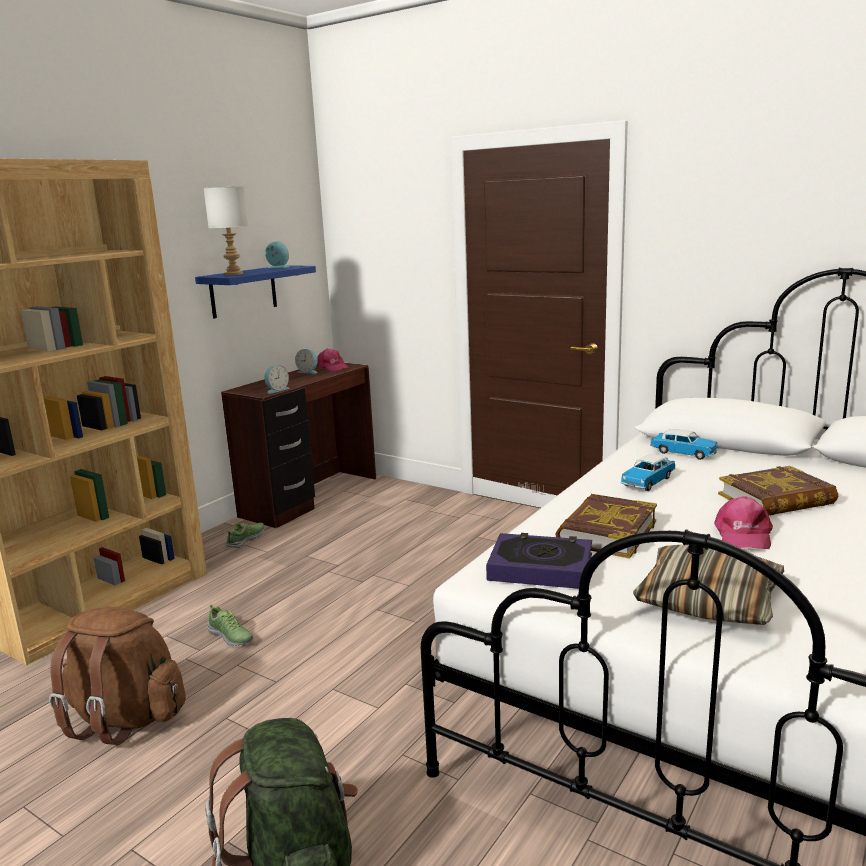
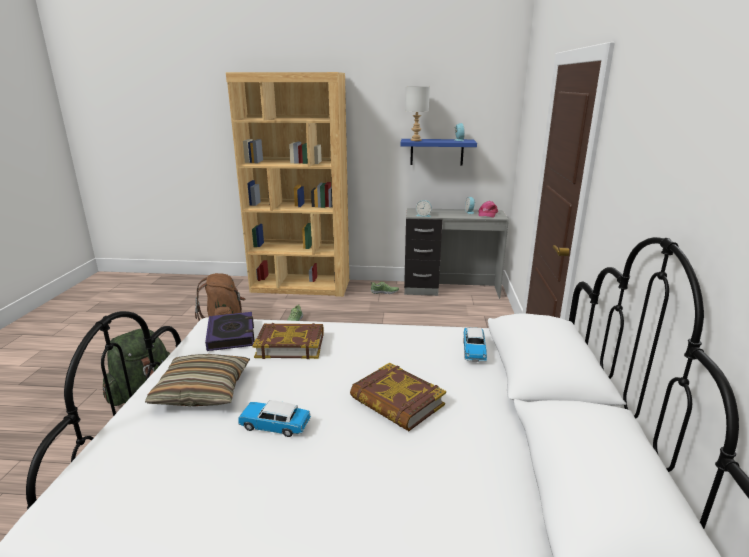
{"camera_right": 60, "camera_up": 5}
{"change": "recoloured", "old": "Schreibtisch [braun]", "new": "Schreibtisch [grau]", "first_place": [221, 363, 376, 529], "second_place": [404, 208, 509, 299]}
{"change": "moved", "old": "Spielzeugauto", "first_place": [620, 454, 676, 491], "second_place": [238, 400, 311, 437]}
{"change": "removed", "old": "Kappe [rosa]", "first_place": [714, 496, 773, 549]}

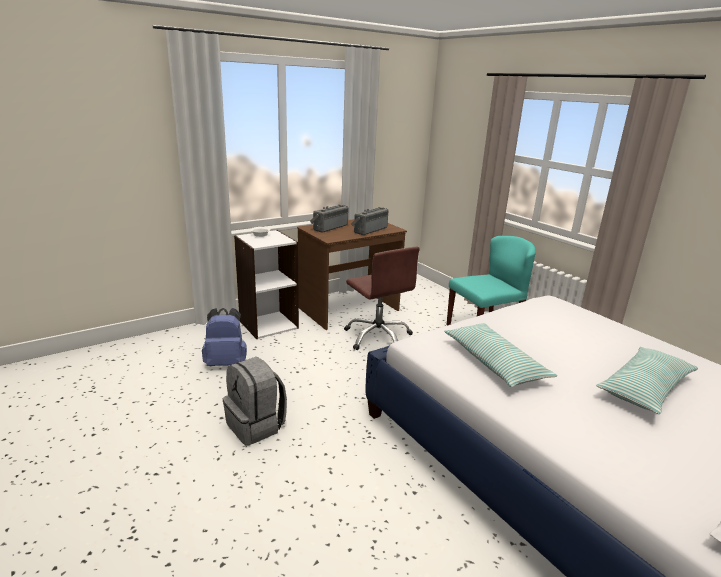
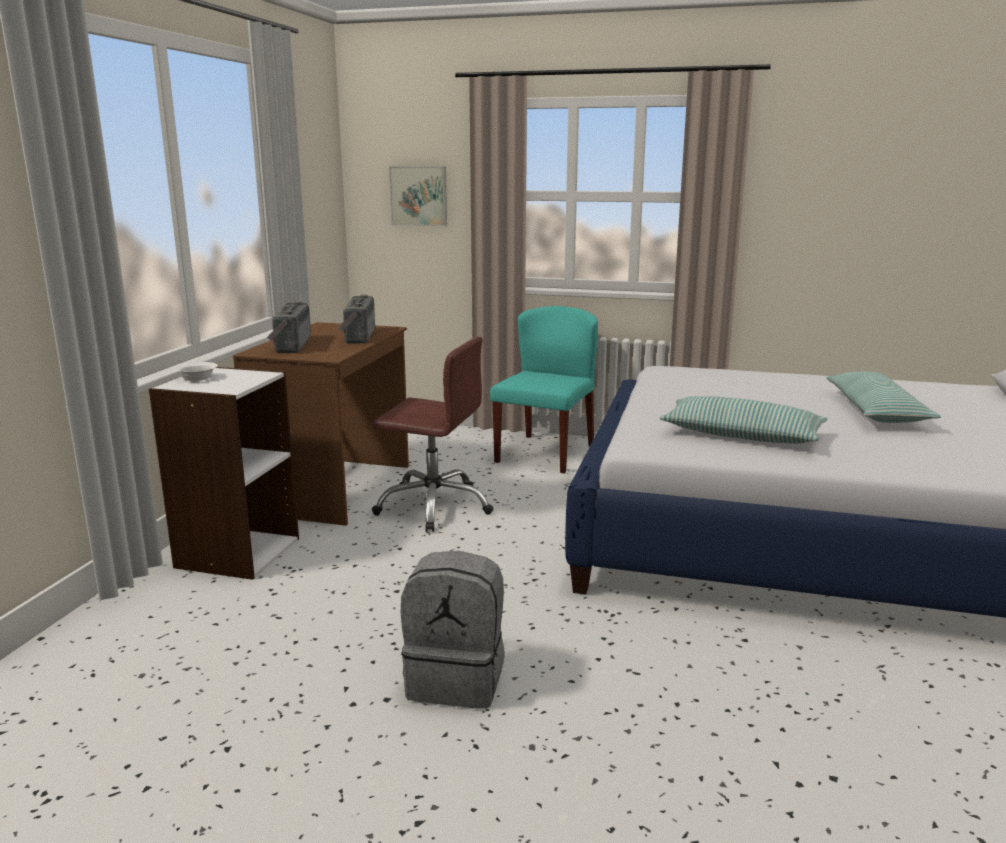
{"camera_right": -40, "camera_up": -5}
{"change": "removed", "old": "Rucksack [blau]", "first_place": [202, 308, 247, 366]}
{"change": "added", "new": "Bild", "second_place": [389, 166, 447, 226]}

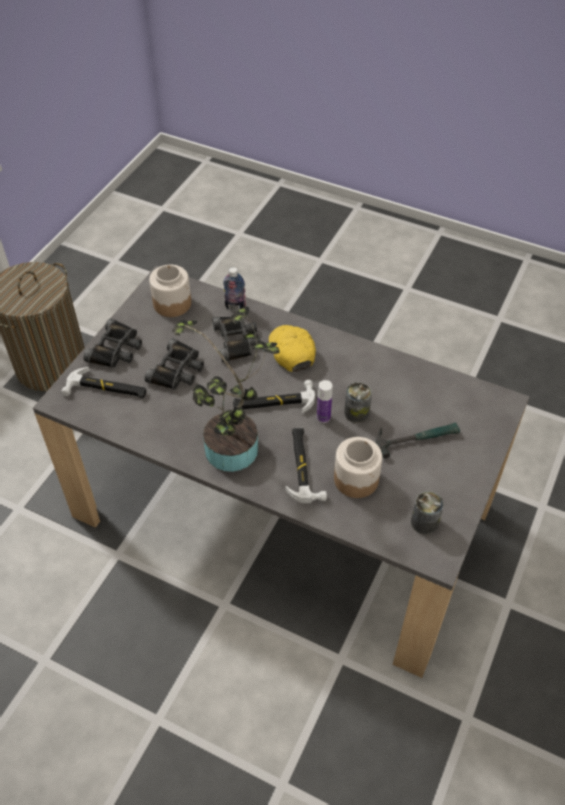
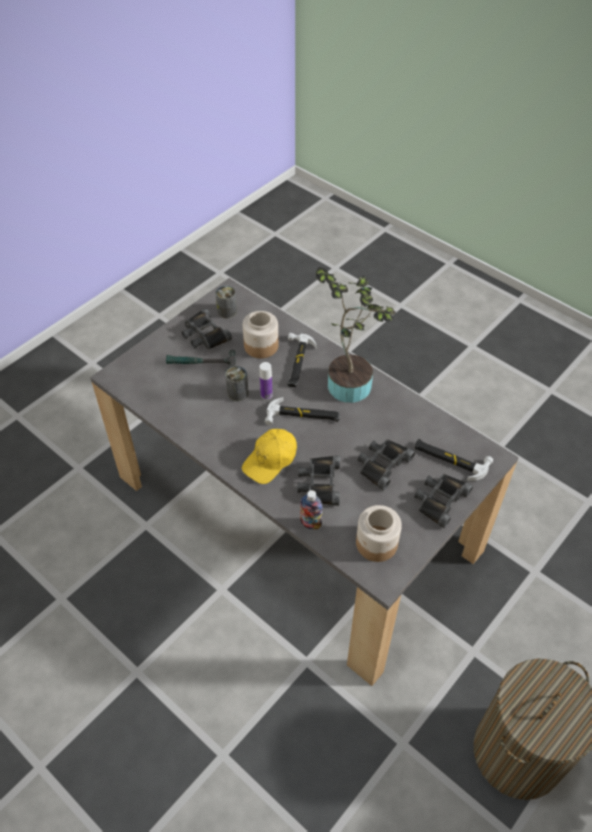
{"camera_right": -165, "camera_up": 0}
{"change": "turned", "old": "Kappe [gelb]", "first_place": [269, 325, 316, 372], "second_place": [242, 429, 297, 484], "degrees": 45}
{"change": "added", "new": "Fernglas [schwarz]", "second_place": [182, 308, 232, 350]}

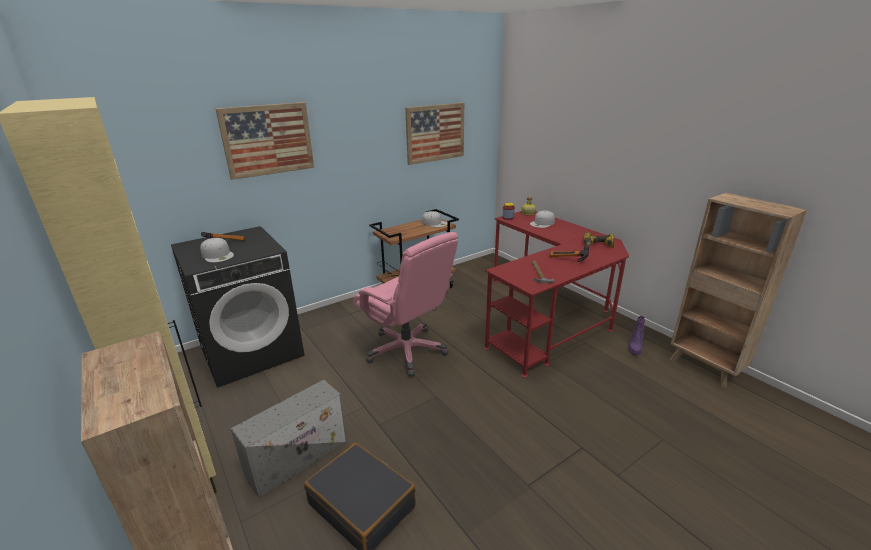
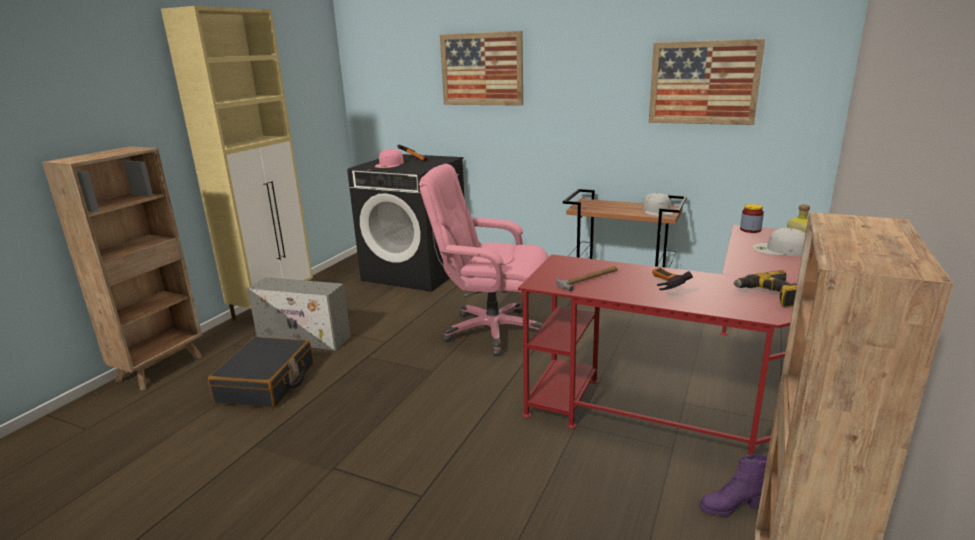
{"camera_right": 60, "camera_up": -5}
{"change": "turned", "old": "Bürostuhl [rosa]", "first_place": [353, 232, 458, 377], "second_place": [419, 164, 549, 356], "degrees": 90}
{"change": "recoloured", "old": "Kappe [weiß]", "new": "Kappe [rosa]", "first_place": [200, 238, 234, 263], "second_place": [375, 149, 404, 168]}

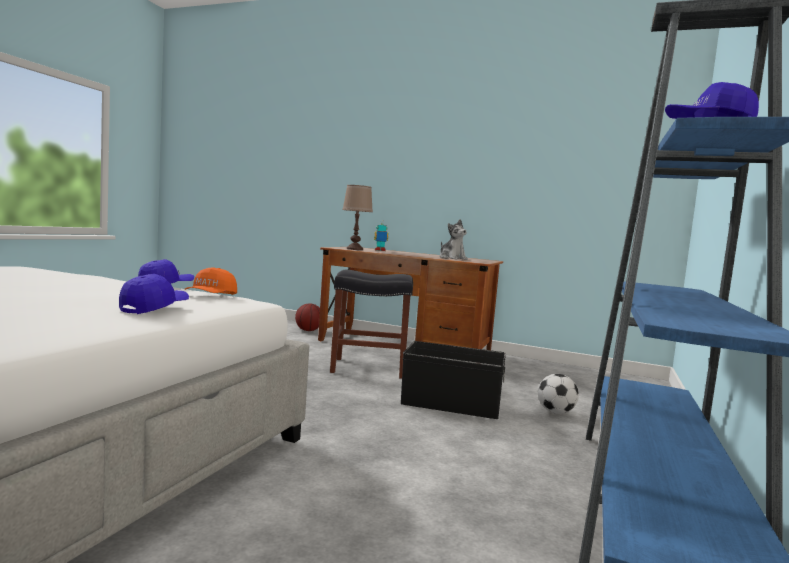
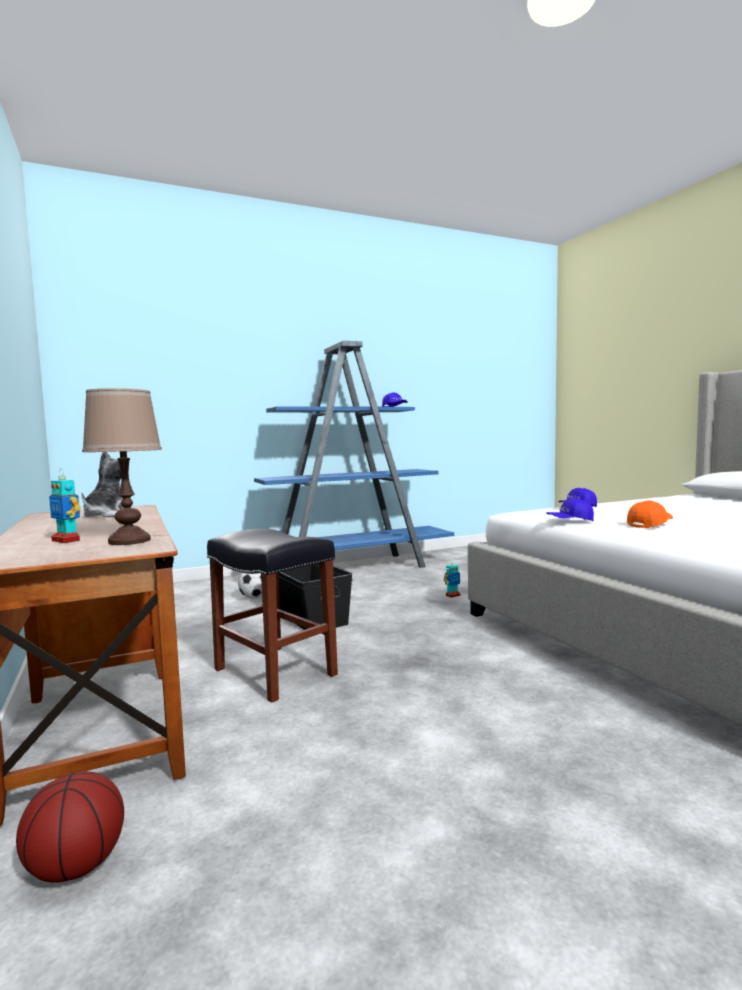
{"camera_right": -135, "camera_up": 0}
{"change": "moved", "old": "Kappe [orange]", "first_place": [184, 267, 237, 295], "second_place": [627, 500, 673, 528]}
{"change": "added", "new": "Spielzeugroboter", "second_place": [443, 559, 461, 598]}

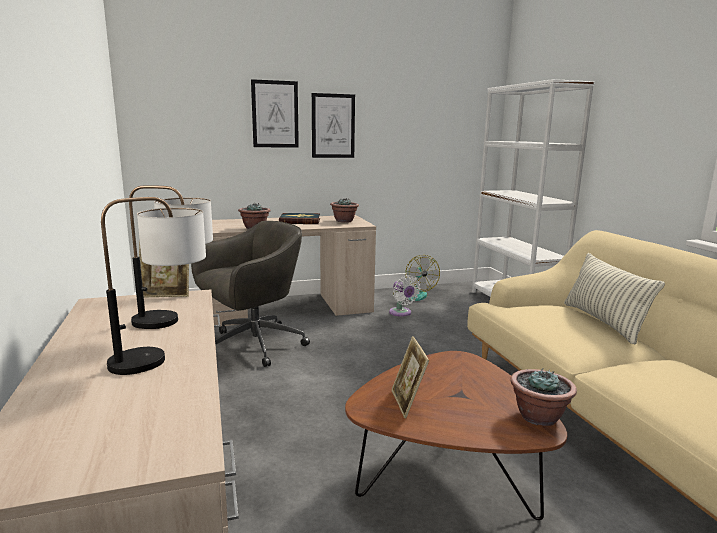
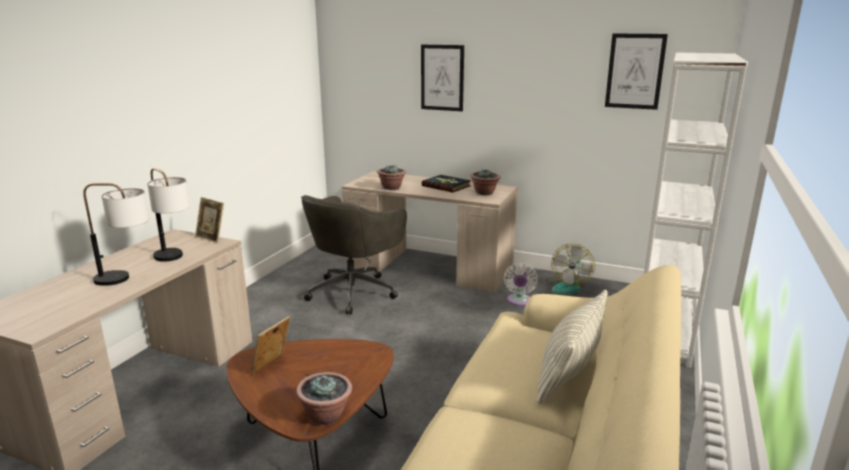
{"camera_right": 40, "camera_up": 5}
{"change": "moved", "old": "Bild", "first_place": [312, 93, 355, 158], "second_place": [605, 34, 668, 110]}
{"change": "turned", "old": "Bürostuhl [grau]", "first_place": [191, 221, 310, 367], "second_place": [301, 195, 407, 314], "degrees": 120}

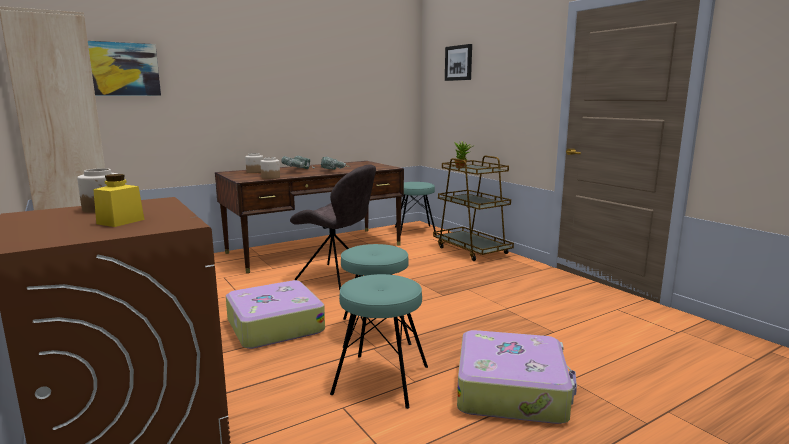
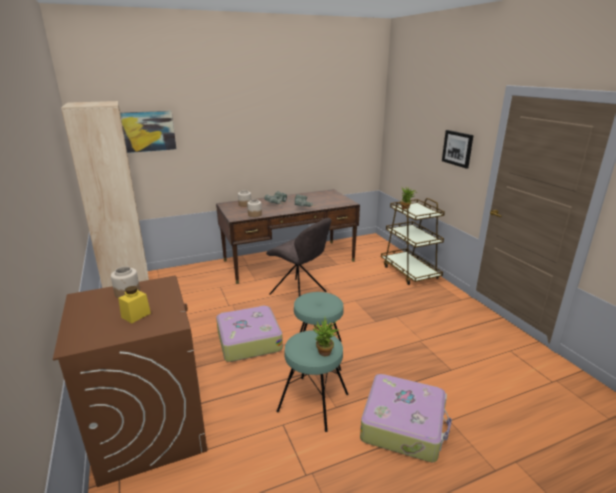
{"camera_right": 10, "camera_up": 10}
{"change": "moved", "old": "Bild", "first_place": [445, 44, 472, 81], "second_place": [442, 130, 474, 169]}
{"change": "removed", "old": "Hocker [türkis]", "first_place": [395, 182, 437, 235]}
{"change": "added", "new": "Topfpflanze", "second_place": [313, 317, 340, 356]}

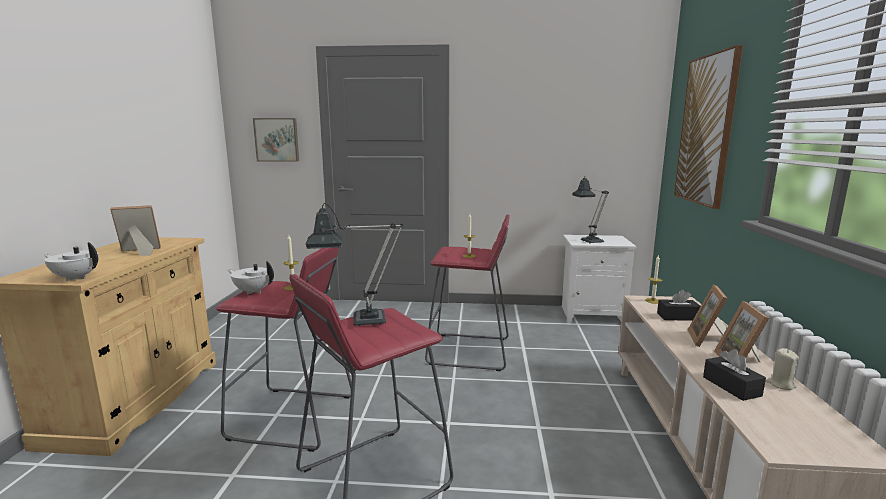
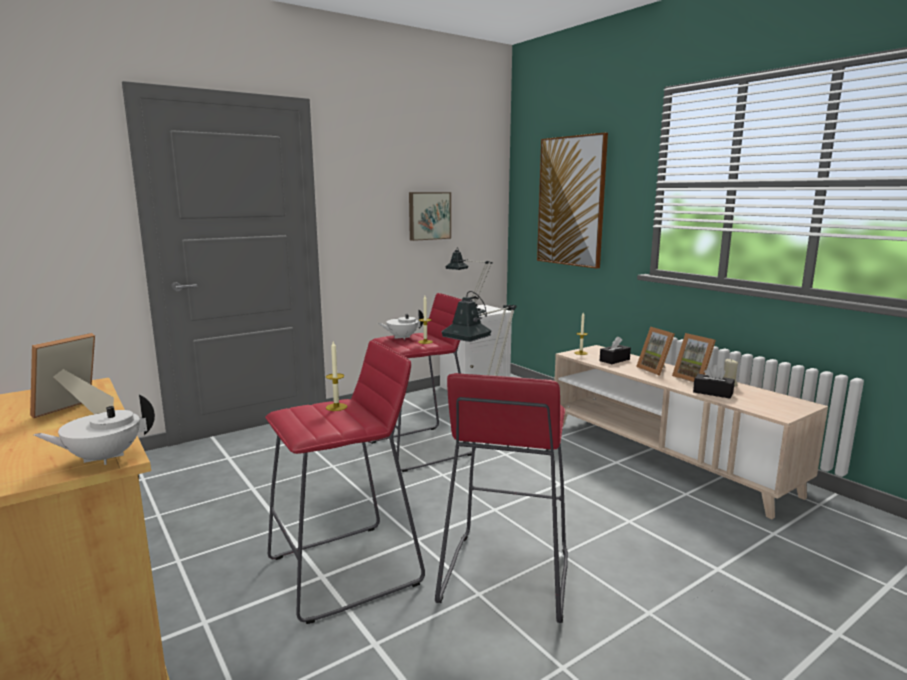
{"camera_right": -40, "camera_up": 0}
{"change": "moved", "old": "Bild", "first_place": [253, 118, 299, 162], "second_place": [409, 192, 451, 241]}
{"change": "moved", "old": "Teekanne [weiß]", "first_place": [228, 261, 274, 295], "second_place": [378, 309, 424, 340]}

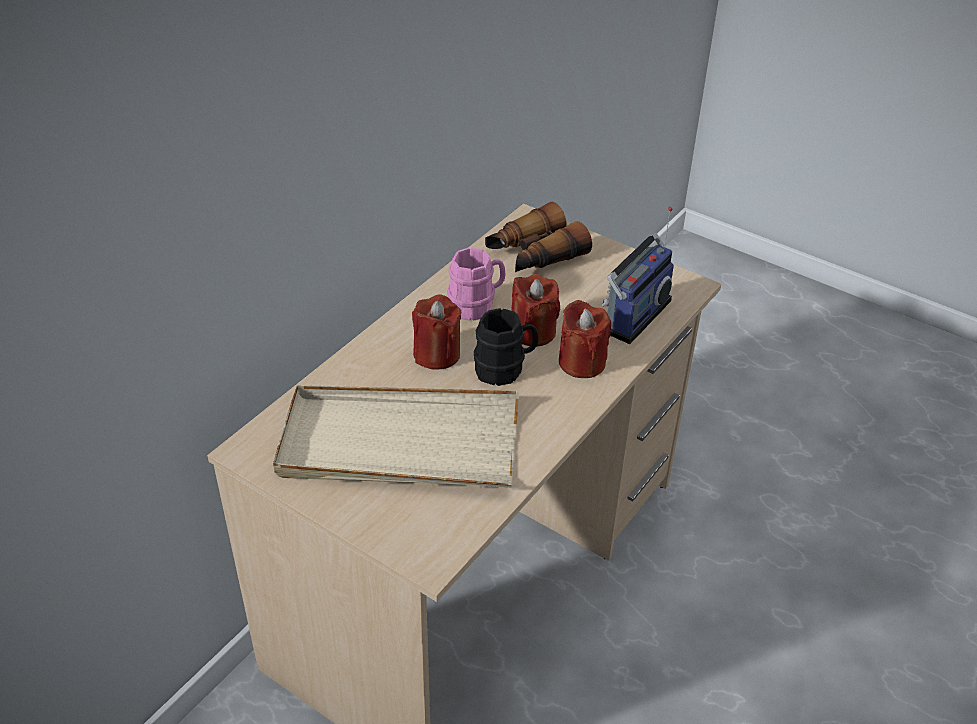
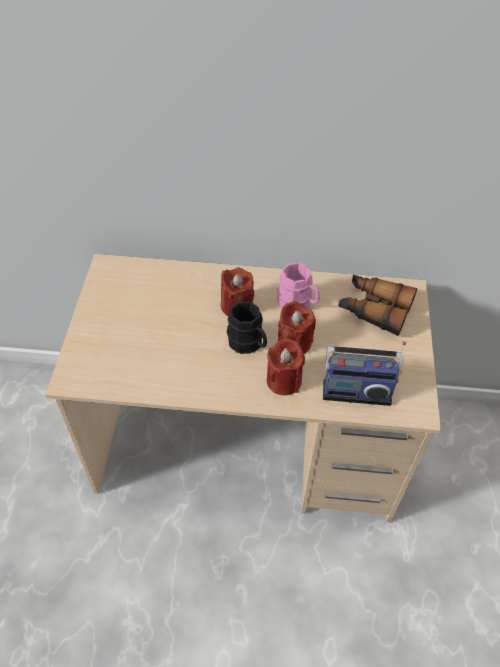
{"camera_right": 60, "camera_up": 10}
{"change": "removed", "old": "Tablett [beige]", "first_place": [273, 385, 519, 488]}

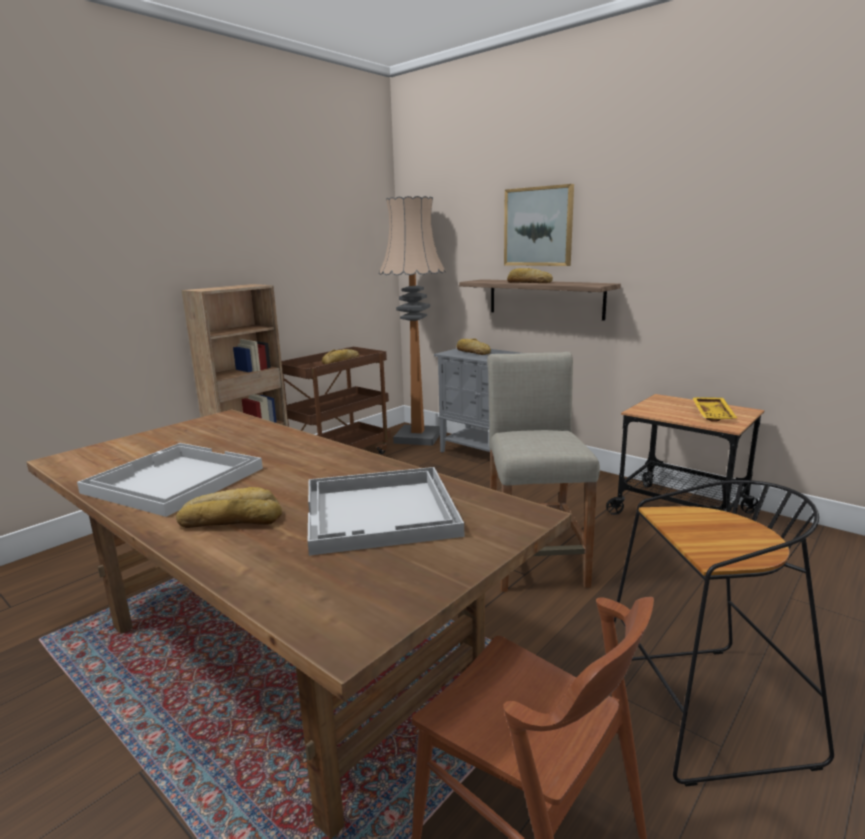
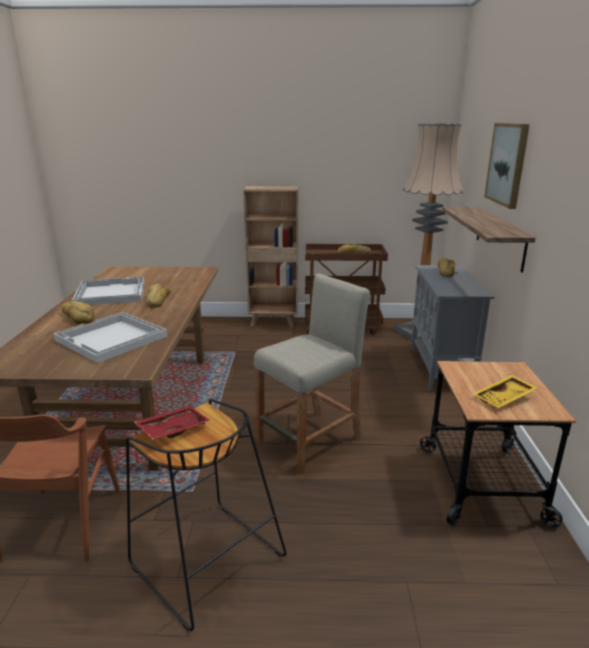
{"camera_right": 50, "camera_up": 5}
{"change": "moved", "old": "Brot", "first_place": [507, 268, 553, 283], "second_place": [146, 284, 171, 307]}
{"change": "added", "new": "Tablett [rot]", "second_place": [134, 405, 211, 440]}

